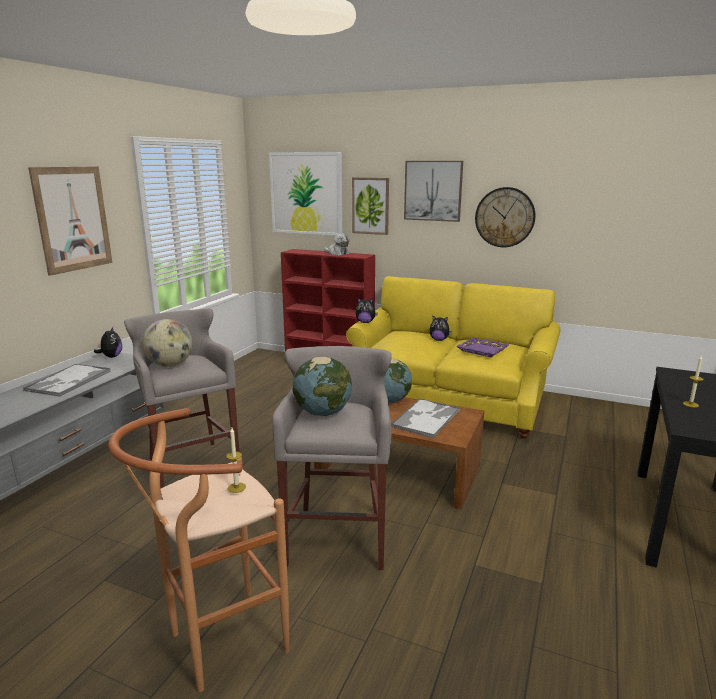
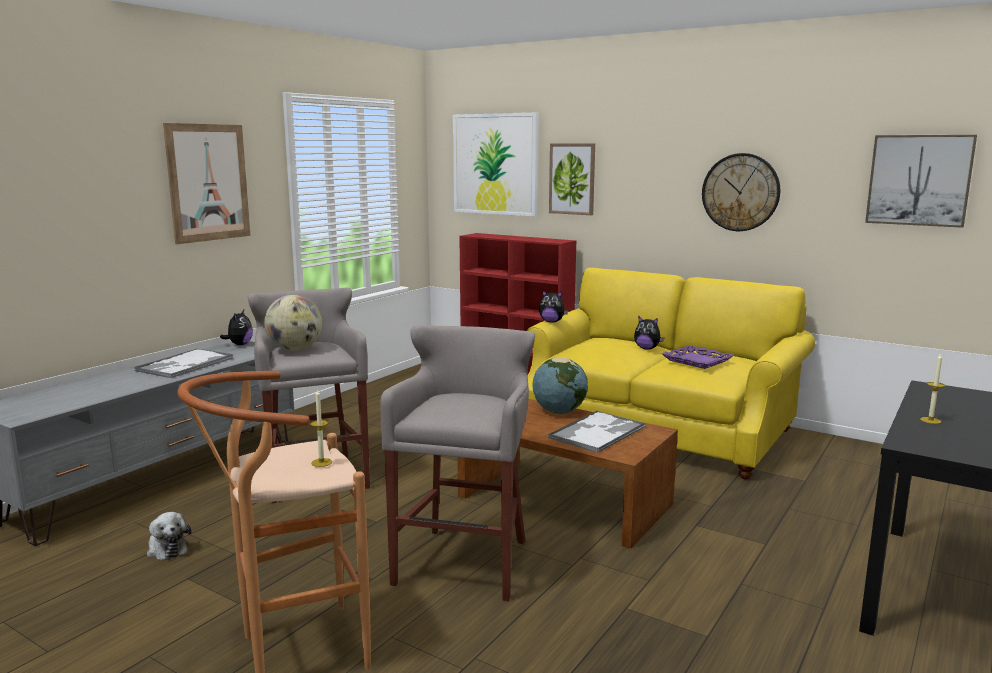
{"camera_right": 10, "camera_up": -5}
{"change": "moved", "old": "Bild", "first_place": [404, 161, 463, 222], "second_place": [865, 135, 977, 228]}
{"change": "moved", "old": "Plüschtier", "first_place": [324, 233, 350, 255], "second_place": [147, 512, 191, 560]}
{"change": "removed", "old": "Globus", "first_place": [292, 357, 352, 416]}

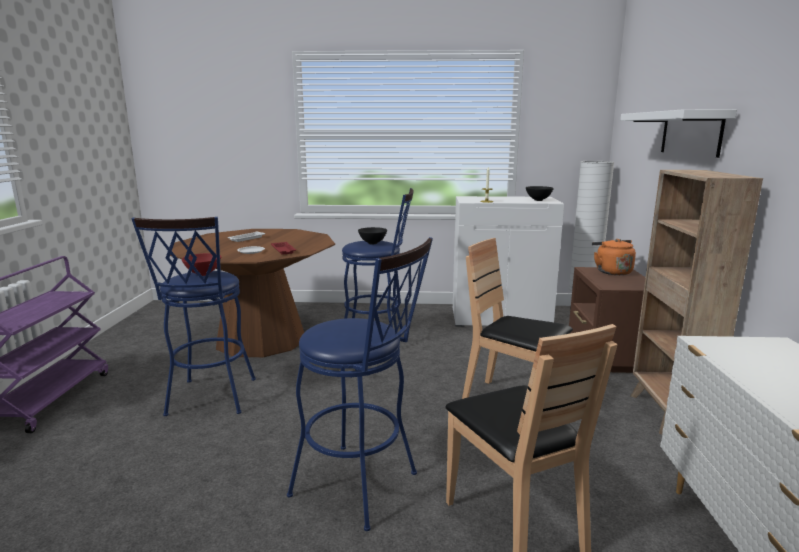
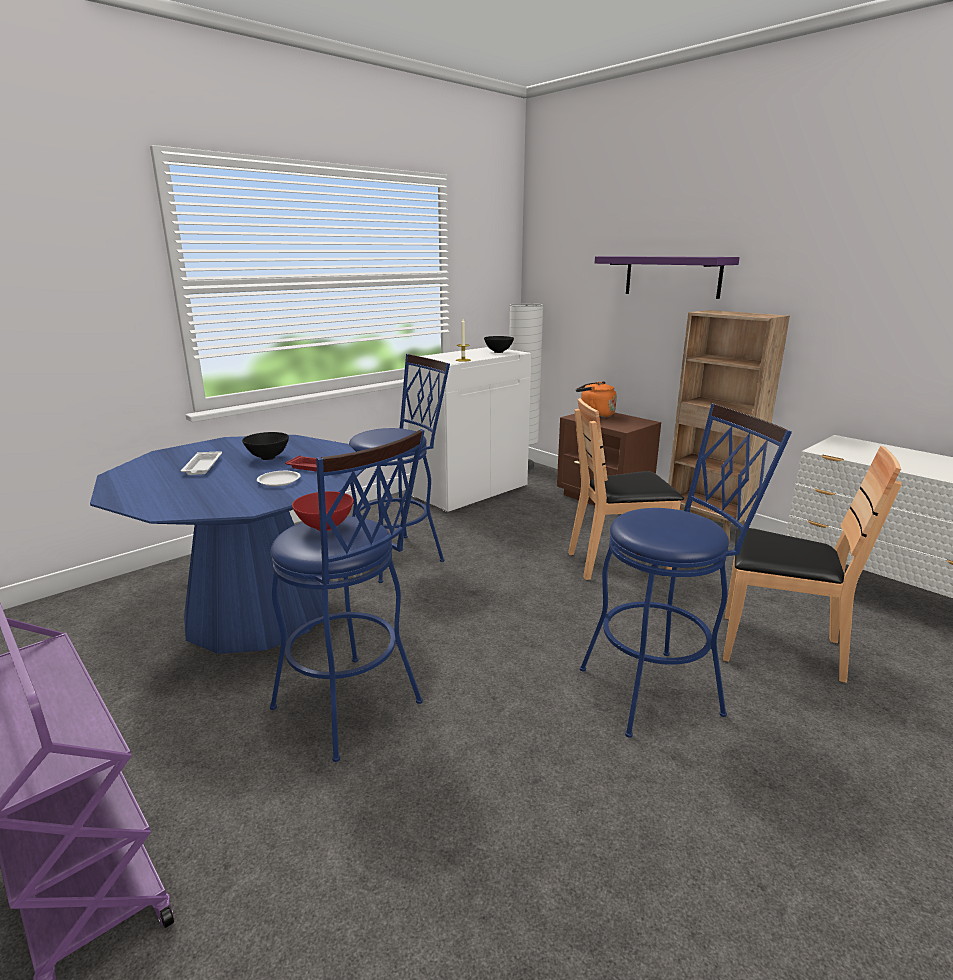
{"camera_right": -45, "camera_up": 5}
{"change": "recoloured", "old": "Wandregal [weiß]", "new": "Wandregal [lila]", "first_place": [620, 109, 737, 158], "second_place": [595, 256, 740, 299]}
{"change": "moved", "old": "Schüssel [schwarz]", "first_place": [358, 227, 387, 245], "second_place": [242, 432, 289, 460]}
{"change": "recoloured", "old": "Esstisch [braun]", "new": "Esstisch [blau]", "first_place": [170, 229, 335, 357], "second_place": [90, 435, 365, 654]}

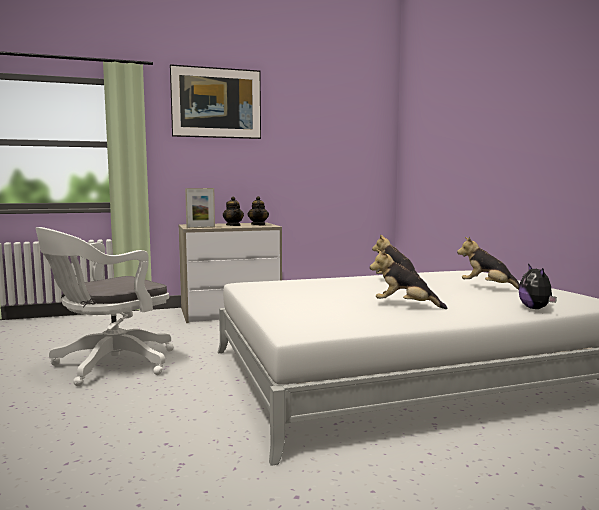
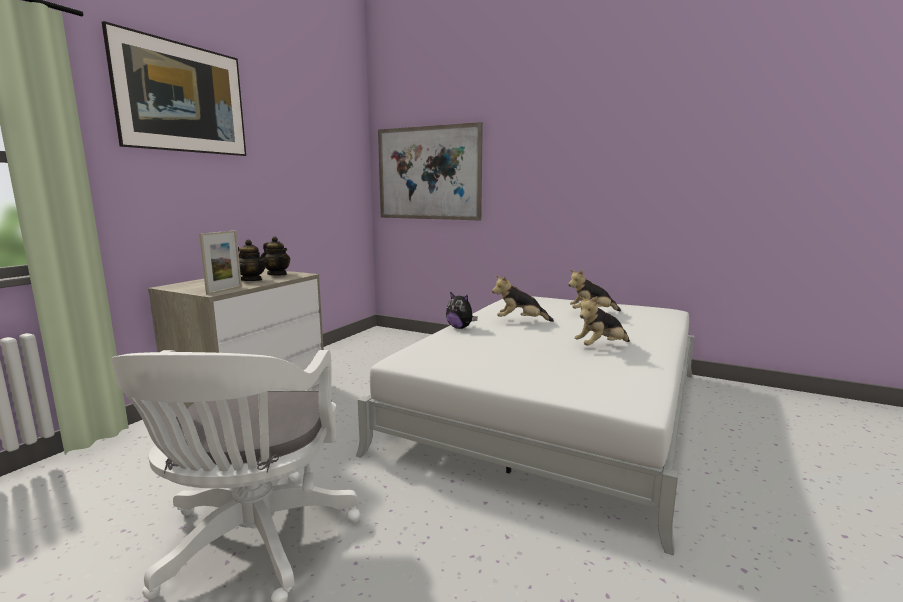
{"camera_right": -45, "camera_up": 5}
{"change": "moved", "old": "Plüschtier", "first_place": [519, 264, 557, 309], "second_place": [446, 292, 478, 329]}
{"change": "added", "new": "Bild", "second_place": [378, 122, 483, 220]}

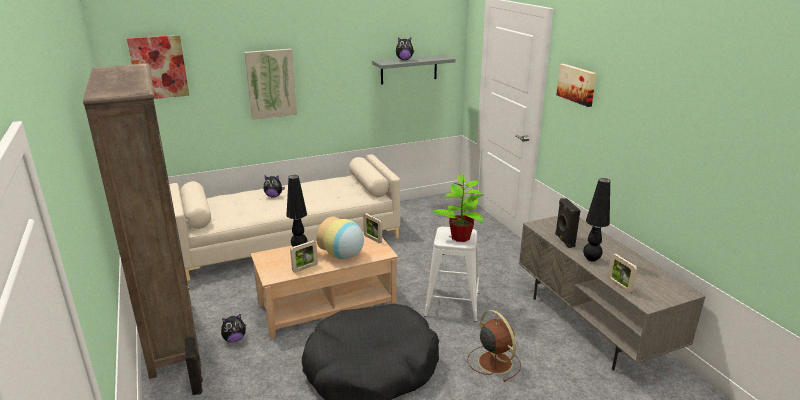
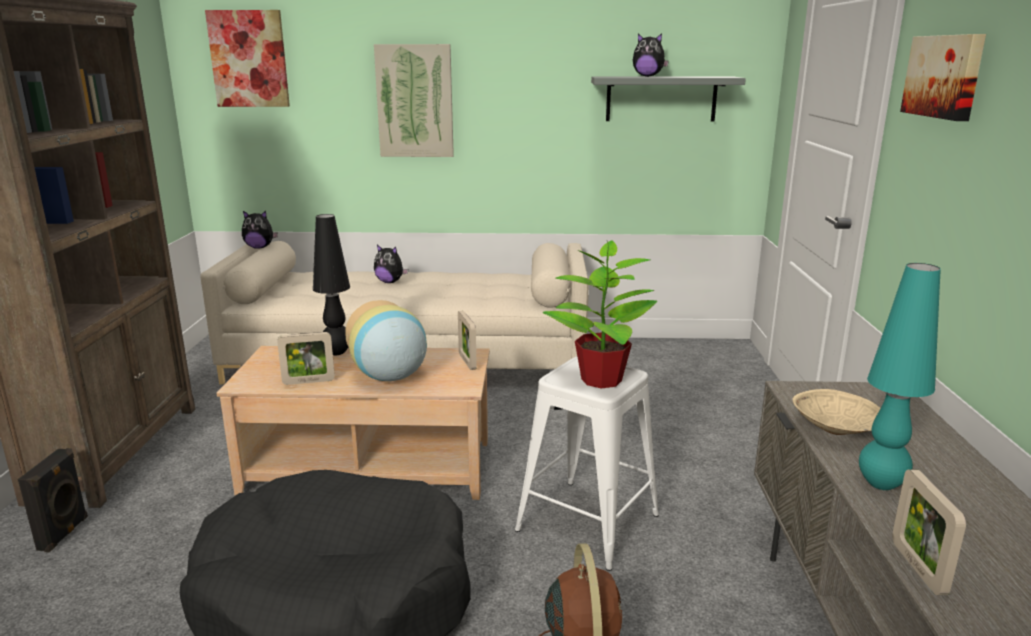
{"camera_right": 25, "camera_up": -5}
{"change": "recoloured", "old": "Tischlampe [schwarz]", "new": "Tischlampe [türkis]", "first_place": [583, 178, 610, 262], "second_place": [859, 263, 941, 490]}
{"change": "replaced", "old": "Lautsprecher [schwarz]", "new": "Schüssel [beige]", "first_place": [555, 198, 581, 248], "second_place": [792, 389, 881, 435]}
{"change": "moved", "old": "Plüschtier", "first_place": [221, 314, 246, 342], "second_place": [242, 211, 278, 249]}

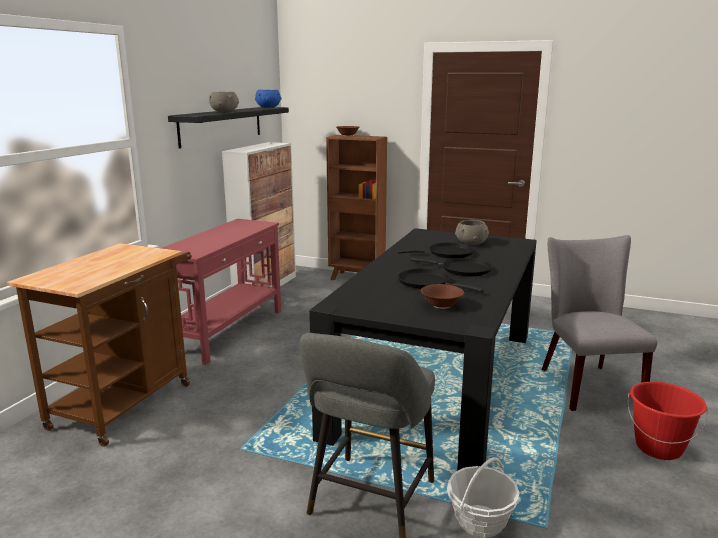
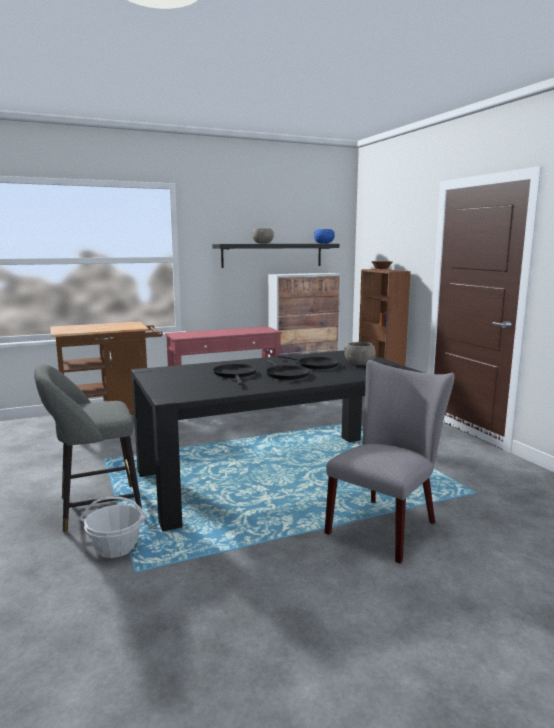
{"camera_right": 45, "camera_up": -5}
{"change": "removed", "old": "Schüssel [braun]", "first_place": [421, 284, 464, 309]}
{"change": "removed", "old": "Eimer [rot]", "first_place": [628, 382, 708, 460]}

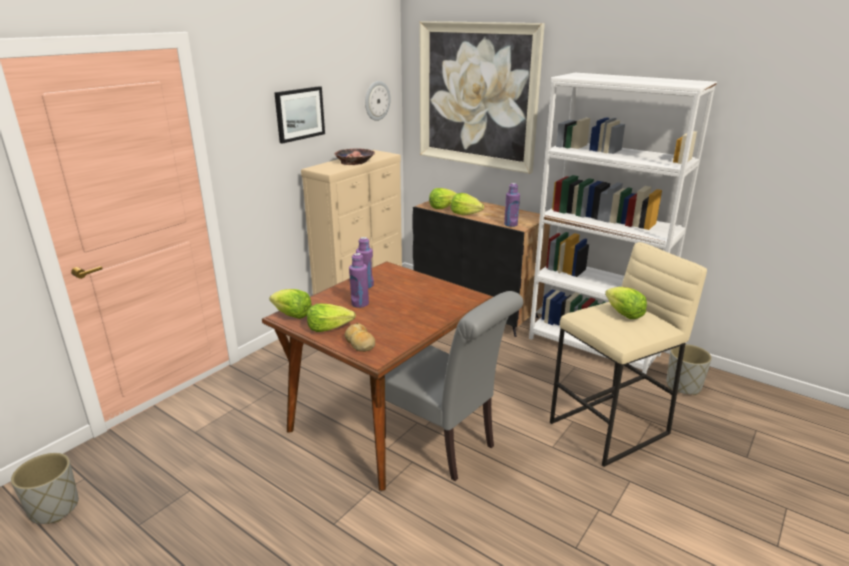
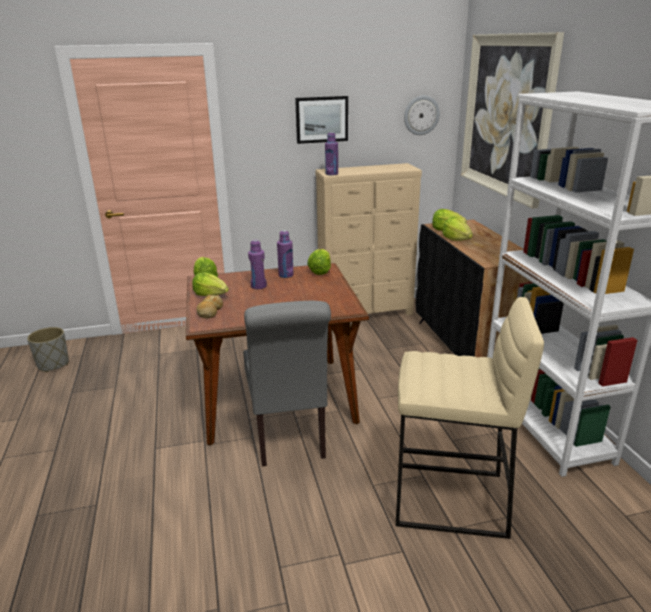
{"camera_right": 40, "camera_up": 0}
{"change": "removed", "old": "Schüssel", "first_place": [334, 148, 375, 165]}
{"change": "moved", "old": "Flasche [lila]", "first_place": [504, 183, 520, 227], "second_place": [325, 132, 338, 175]}
{"change": "moved", "old": "Salatkopf", "first_place": [605, 287, 647, 319], "second_place": [307, 249, 331, 275]}
{"change": "removed", "old": "Pflanzkübel [grau]", "first_place": [666, 344, 712, 395]}

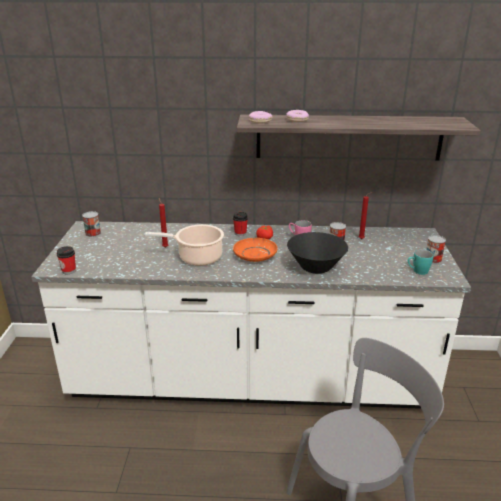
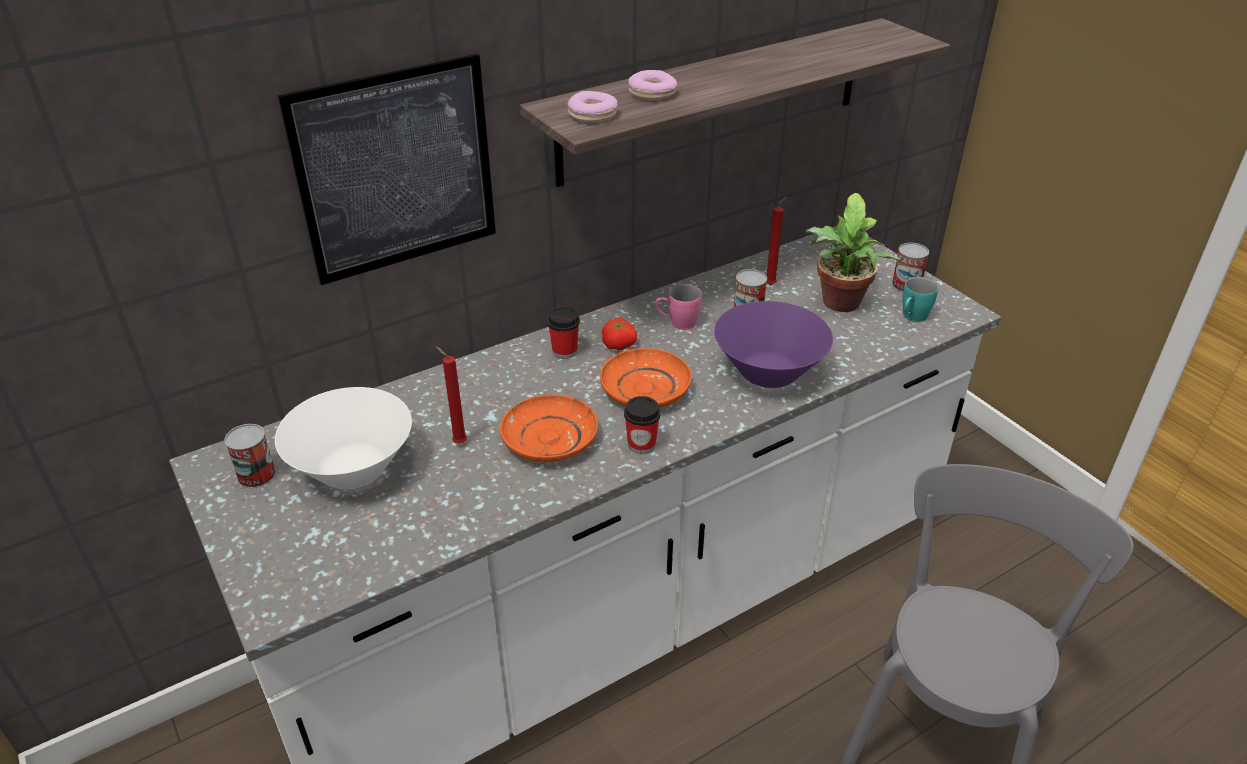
{"camera_right": -35, "camera_up": 10}
{"change": "replaced", "old": "Kochtopf", "new": "Teller [orange]", "first_place": [145, 224, 224, 266], "second_place": [500, 395, 598, 462]}
{"change": "recoloured", "old": "Schüssel [schwarz]", "new": "Schüssel [lila]", "first_place": [287, 232, 348, 274], "second_place": [714, 301, 833, 388]}
{"change": "moved", "old": "Tasse", "first_place": [57, 246, 76, 274], "second_place": [624, 396, 661, 454]}
{"change": "added", "new": "Bild", "second_place": [278, 54, 496, 285]}
{"change": "added", "new": "Topfpflanze", "second_place": [805, 193, 900, 312]}
{"change": "added", "new": "Schüssel [weiß]", "second_place": [275, 387, 412, 489]}

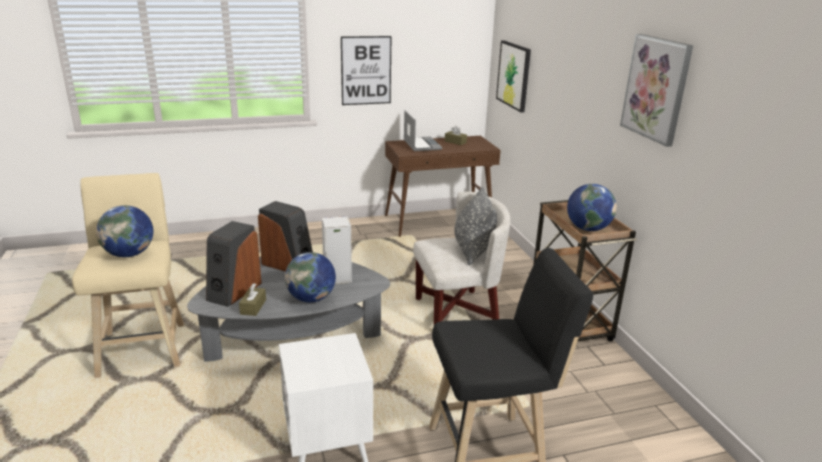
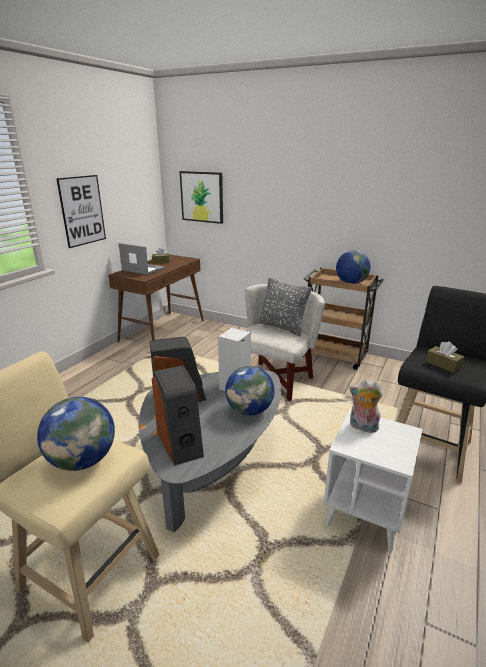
{"camera_right": -45, "camera_up": 0}
{"change": "removed", "old": "Bild", "first_place": [620, 34, 693, 147]}
{"change": "moved", "old": "Taschentuchbox [braun]", "first_place": [239, 283, 266, 316], "second_place": [426, 342, 464, 373]}
{"change": "added", "new": "Plüschtier", "second_place": [349, 380, 382, 433]}

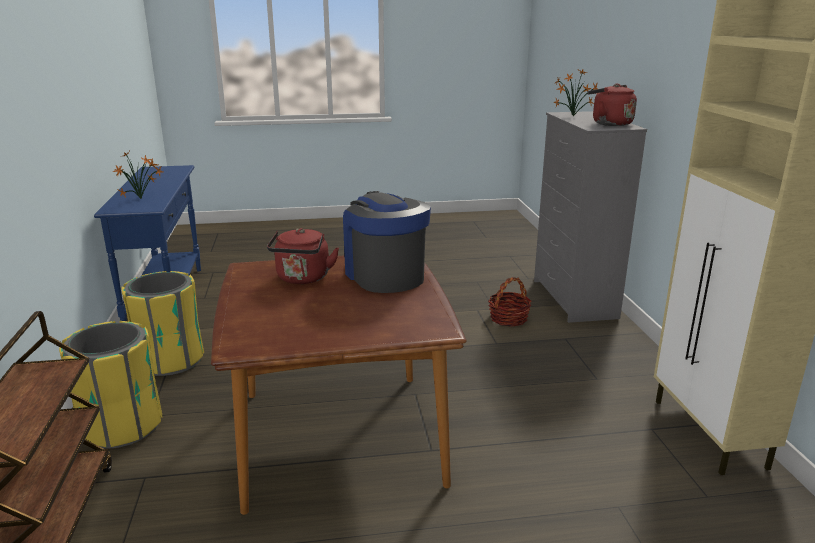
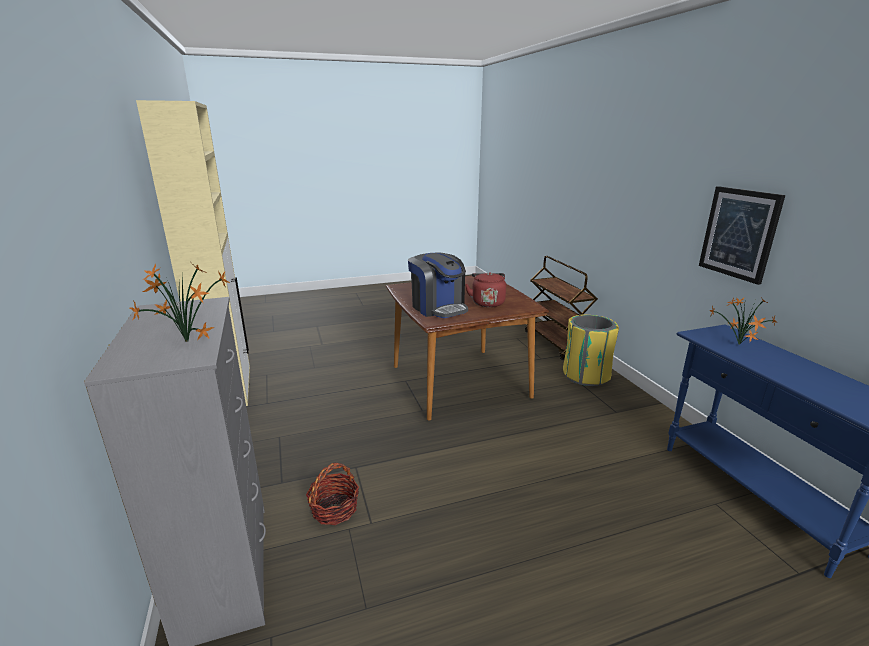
{"camera_right": 170, "camera_up": 0}
{"change": "removed", "old": "Wasserkessel [rot]", "first_place": [587, 84, 637, 126]}
{"change": "removed", "old": "Mülleimer [gelb]", "first_place": [122, 271, 204, 376]}
{"change": "added", "new": "Bild", "second_place": [699, 186, 785, 285]}

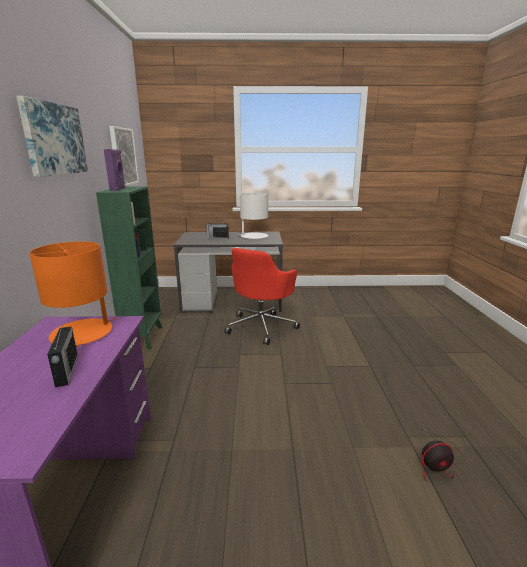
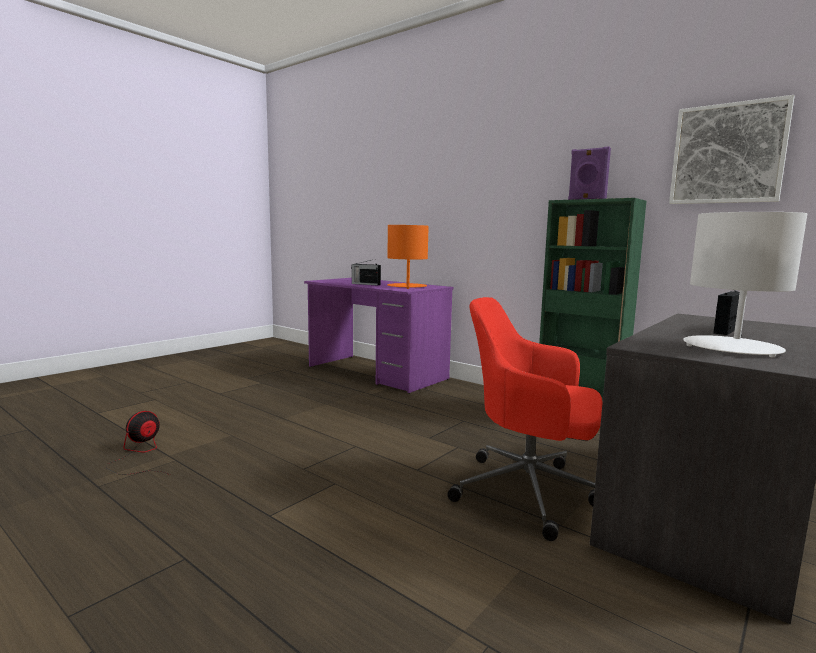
{"camera_right": 130, "camera_up": -10}
{"change": "removed", "old": "Bild", "first_place": [16, 96, 88, 177]}
{"change": "turned", "old": "Bürostuhl [rot]", "first_place": [224, 248, 300, 345], "second_place": [447, 297, 603, 541], "degrees": -45}

